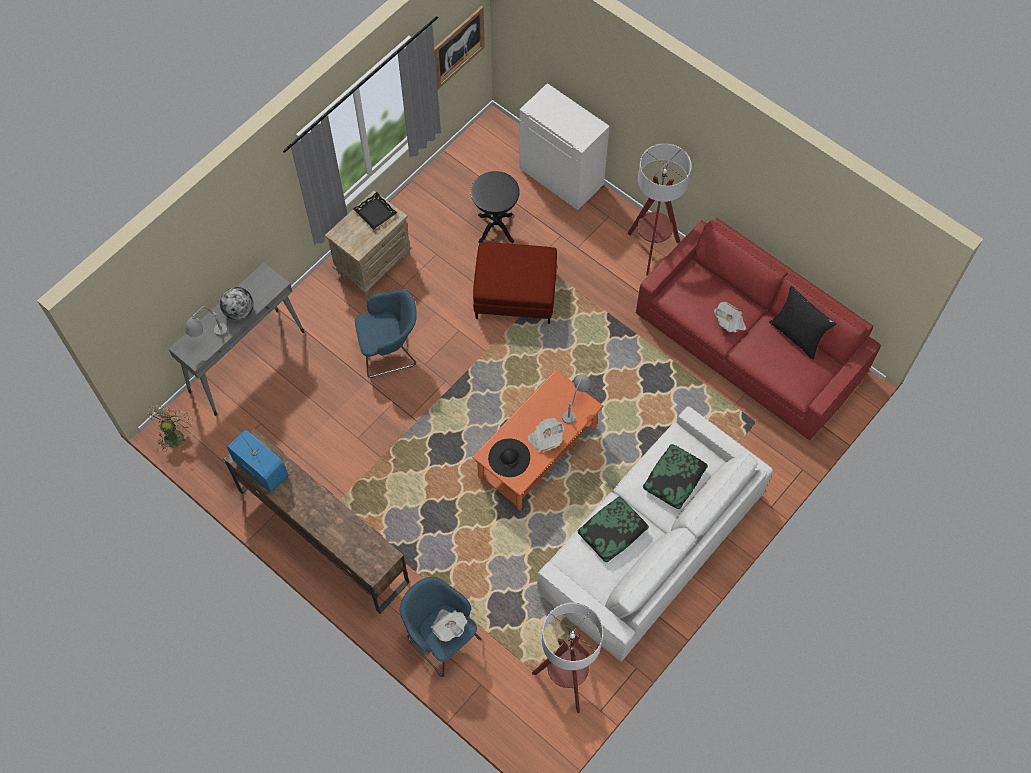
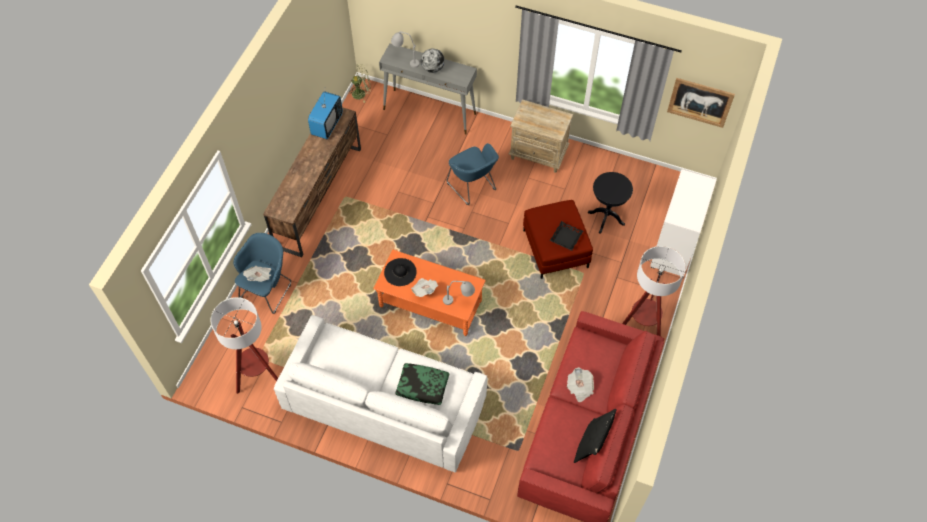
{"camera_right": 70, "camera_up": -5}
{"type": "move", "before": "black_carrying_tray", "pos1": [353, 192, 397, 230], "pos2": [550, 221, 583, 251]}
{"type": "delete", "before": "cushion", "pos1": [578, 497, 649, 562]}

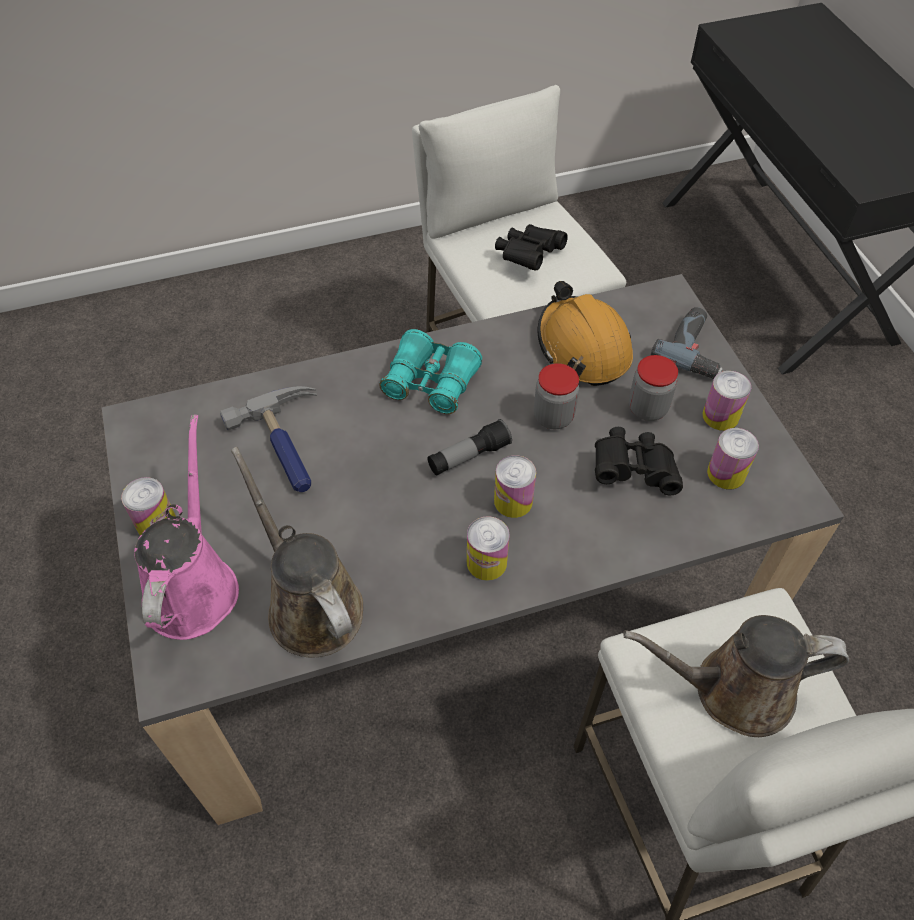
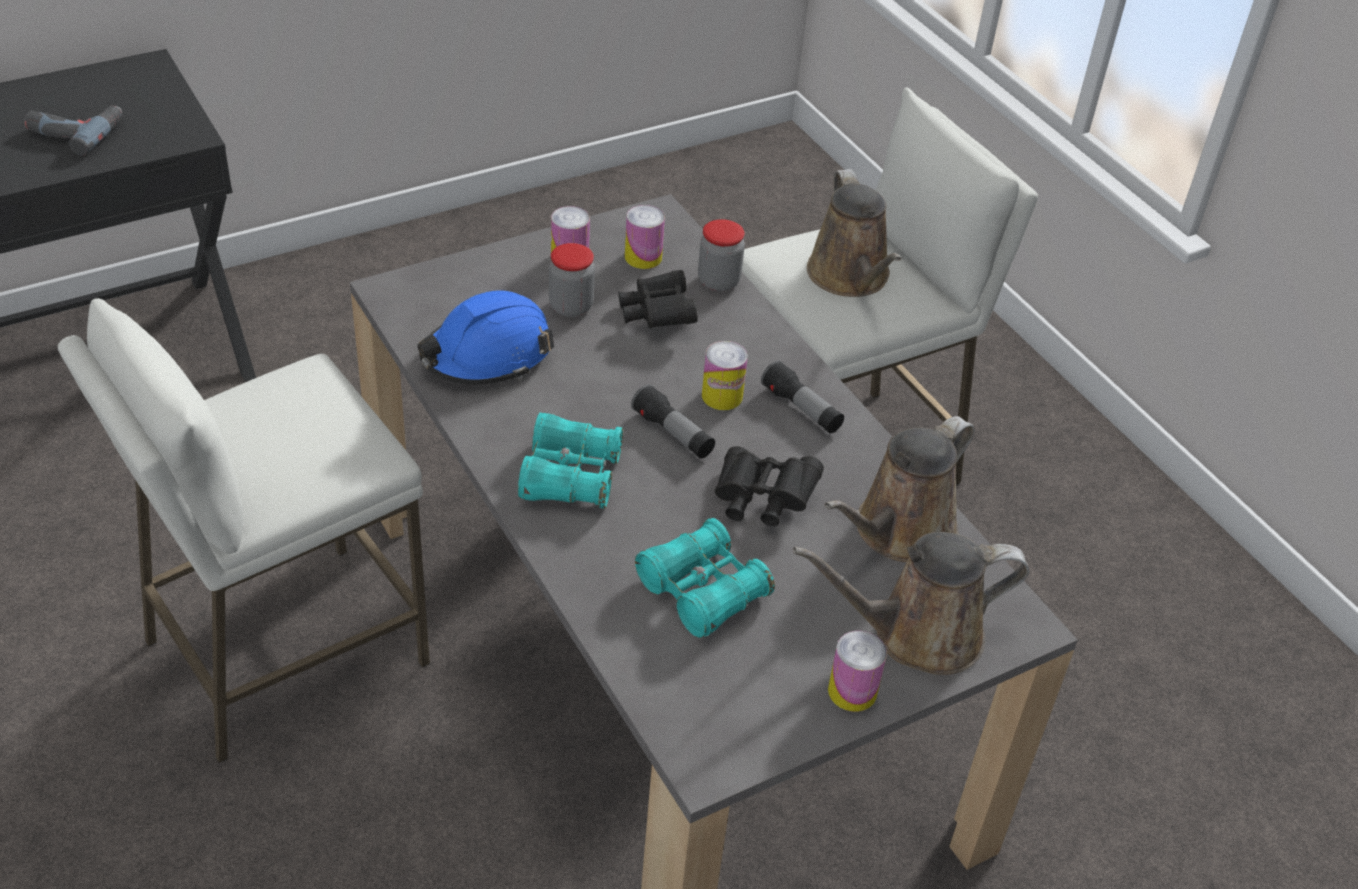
{"camera_right": -105, "camera_up": -10}
{"type": "move", "before": "black_binoculars", "pos1": [495, 224, 568, 271], "pos2": [715, 446, 824, 527]}
{"type": "recolor", "before": "orange-coloured_hard_hat", "after": "blue_hard_hat", "pos1": [538, 281, 633, 386], "pos2": [417, 290, 554, 385]}
{"type": "move", "before": "drill", "pos1": [650, 307, 723, 378], "pos2": [24, 106, 123, 156]}
{"type": "move", "before": "preserve_jar", "pos1": [534, 363, 579, 429], "pos2": [698, 219, 745, 292]}
{"type": "replace", "before": "hammer", "after": "turquoise-coloured_binoculars", "pos1": [220, 386, 317, 492], "pos2": [635, 518, 775, 638]}
{"type": "recolor", "before": "pink_sprinkling_can", "after": "brown_sprinkling_can", "pos1": [134, 415, 239, 640], "pos2": [793, 532, 1029, 675]}
{"type": "replace", "before": "metal_can", "after": "flashlight", "pos1": [467, 516, 510, 581], "pos2": [761, 360, 844, 433]}

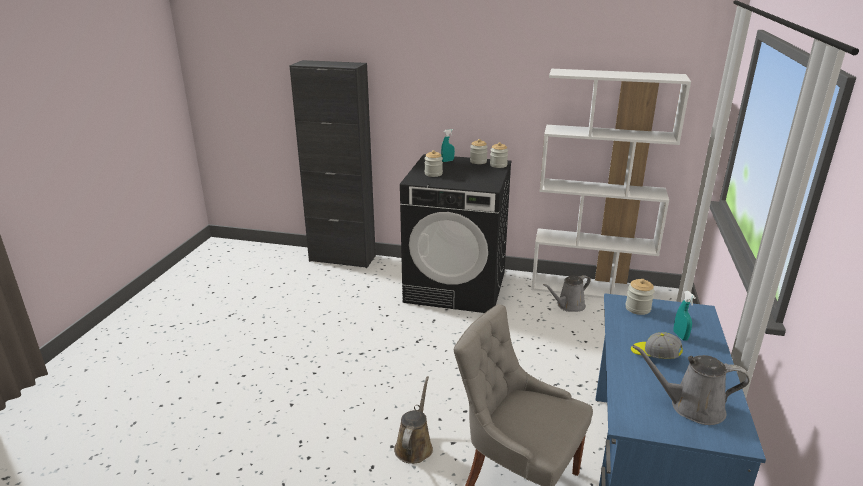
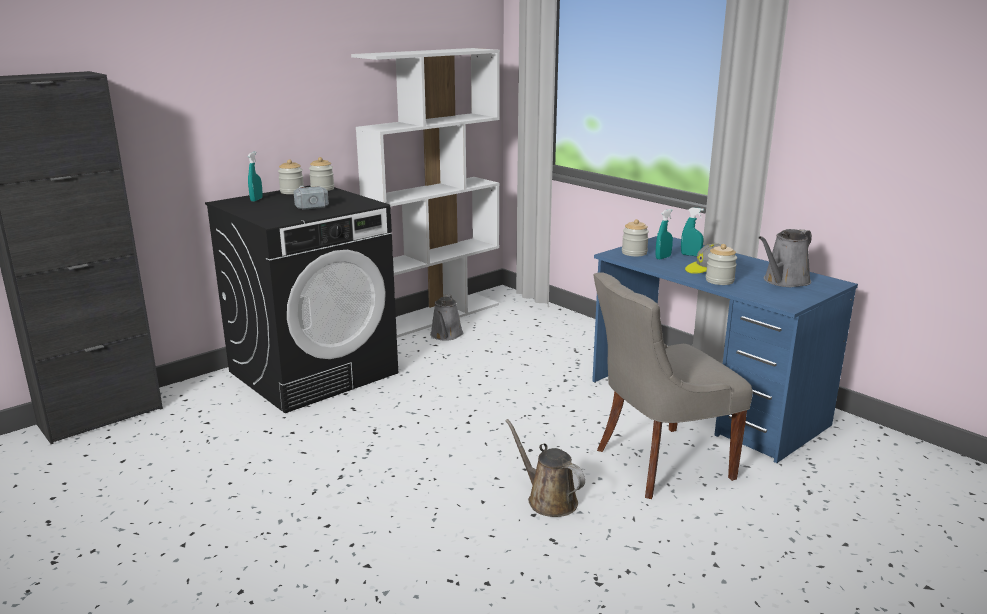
{"camera_right": -55, "camera_up": -5}
{"type": "move", "before": "preserve_jar", "pos1": [424, 150, 443, 177], "pos2": [706, 244, 737, 285]}
{"type": "insert", "after": "hammer", "pos2": [294, 186, 329, 210]}
{"type": "insert", "after": "turquoise-coloured_hand_sprayer", "pos2": [655, 209, 673, 260]}

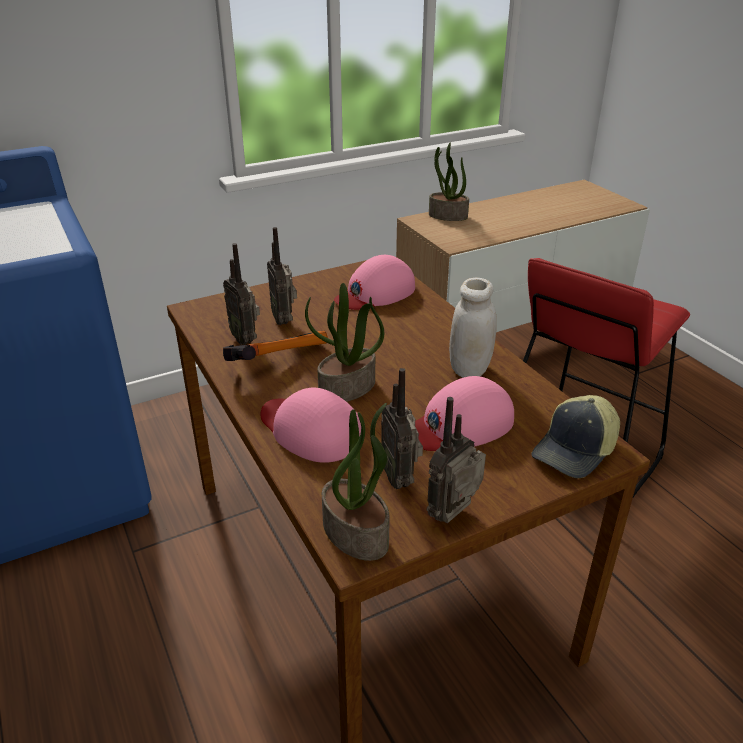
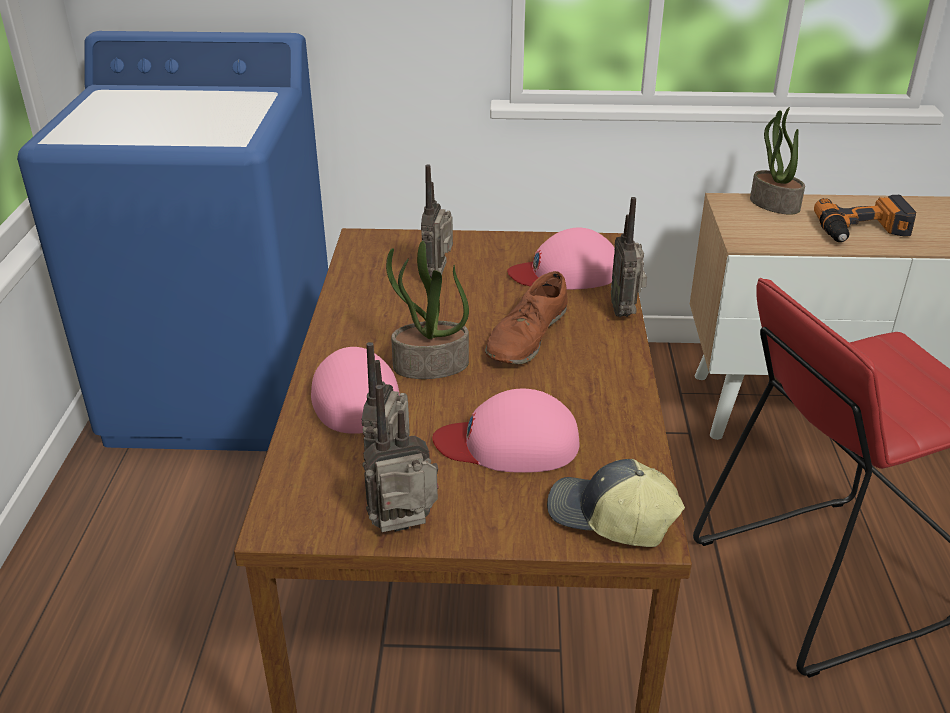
{"camera_right": 30, "camera_up": 0}
{"type": "move", "before": "radio_set", "pos1": [223, 243, 260, 345], "pos2": [611, 197, 647, 317]}
{"type": "delete", "before": "white-coloured_preserve_jar", "pos1": [449, 278, 497, 378]}
{"type": "delete", "before": "hammer", "pos1": [223, 331, 328, 361]}
{"type": "rotate", "before": "peaked_cap", "pos1": [531, 395, 620, 478], "pos2": [547, 459, 685, 547], "turn": 45}
{"type": "delete", "before": "potted_plant", "pos1": [322, 403, 390, 561]}
{"type": "insert", "after": "drill", "pos2": [814, 195, 916, 242]}
{"type": "insert", "after": "brown_shoe", "pos2": [485, 271, 568, 364]}

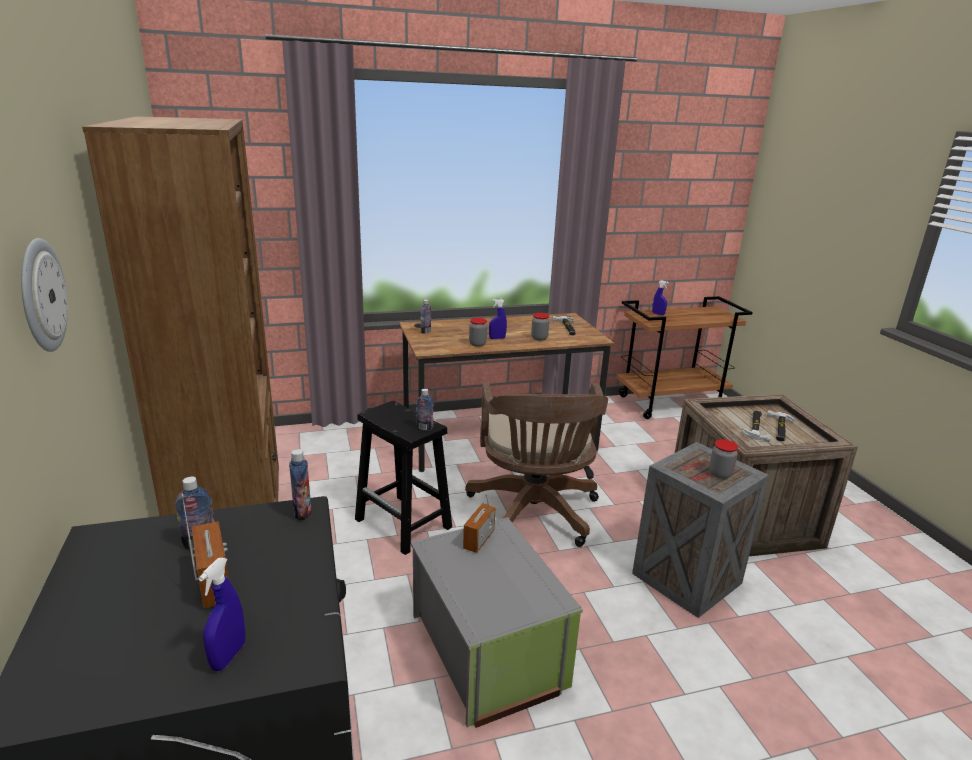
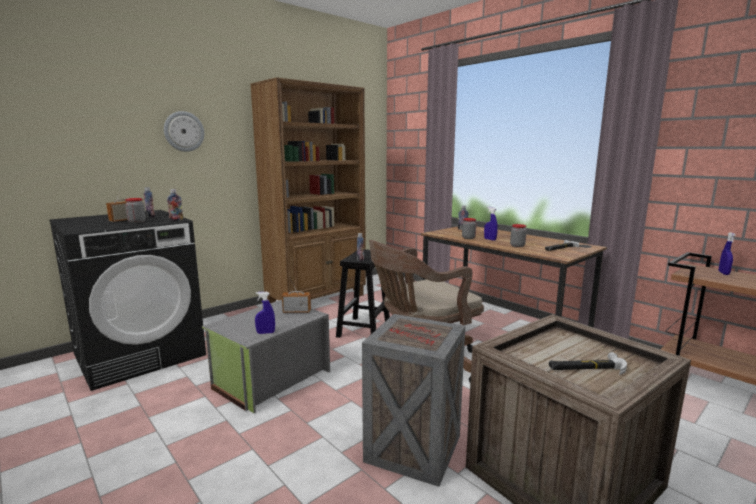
{"camera_right": 65, "camera_up": -10}
{"type": "delete", "before": "hammer", "pos1": [742, 411, 771, 442]}
{"type": "move", "before": "preserve_jar", "pos1": [709, 439, 738, 479], "pos2": [125, 198, 146, 223]}
{"type": "move", "before": "blue_hand_sprayer", "pos1": [199, 558, 245, 671], "pos2": [255, 292, 275, 334]}

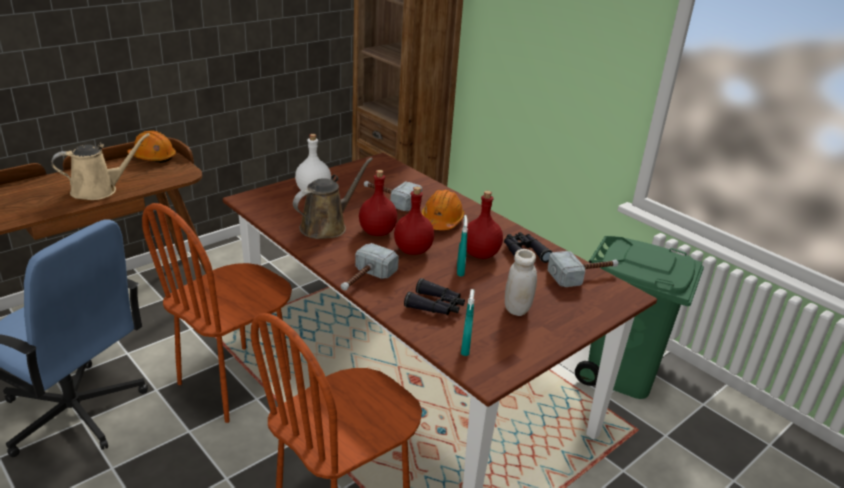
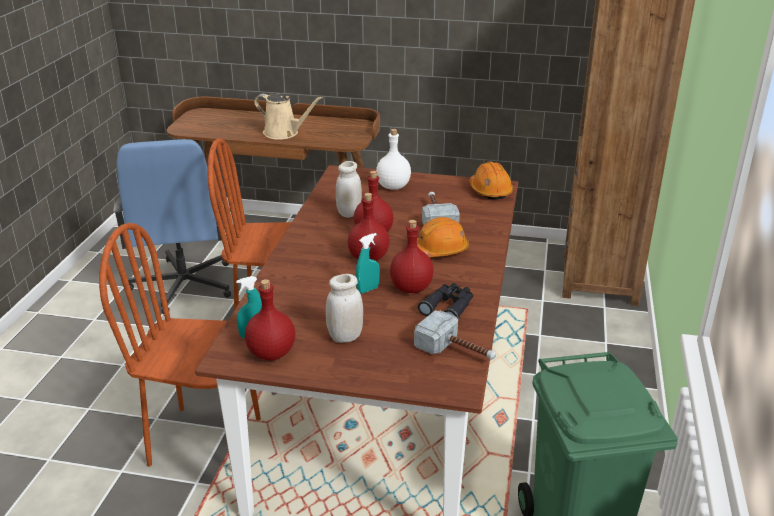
{"camera_right": 55, "camera_up": 0}
{"type": "move", "before": "orange-coloured_hard_hat", "pos1": [127, 130, 176, 163], "pos2": [470, 162, 513, 200]}
{"type": "replace", "before": "brown_sprinkling_can", "after": "white-coloured_preserve_jar", "pos1": [293, 157, 373, 239], "pos2": [336, 161, 362, 218]}
{"type": "delete", "before": "hammer", "pos1": [341, 243, 399, 291]}
{"type": "delete", "before": "black_binoculars", "pos1": [404, 278, 465, 315]}
{"type": "insert", "after": "red-coloured_bottle", "pos2": [245, 279, 295, 360]}

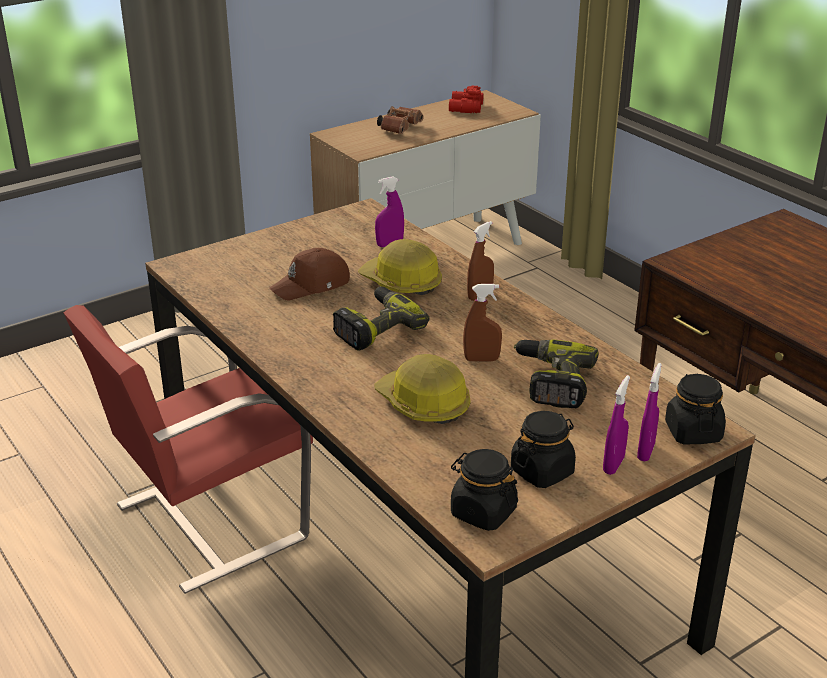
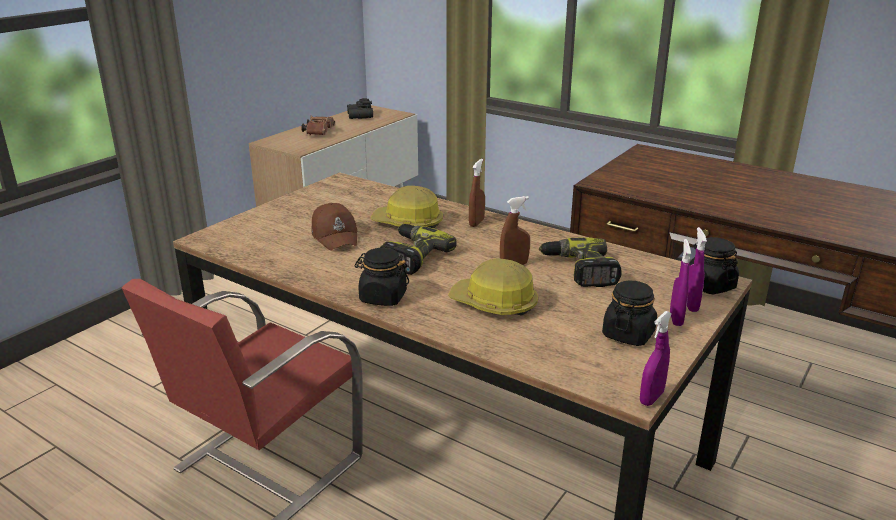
{"camera_right": -20, "camera_up": -5}
{"type": "recolor", "before": "red-coloured_binoculars", "after": "black_binoculars", "pos1": [449, 86, 483, 113], "pos2": [347, 98, 373, 119]}
{"type": "move", "before": "purplish_hand_sprayer", "pos1": [375, 176, 404, 247], "pos2": [640, 311, 672, 406]}
{"type": "rotate", "before": "brown_peaked_cap", "pos1": [269, 248, 350, 301], "pos2": [311, 203, 358, 250], "turn": -60}
{"type": "move", "before": "black_preserve_jar", "pos1": [451, 449, 518, 531], "pos2": [354, 248, 409, 306]}

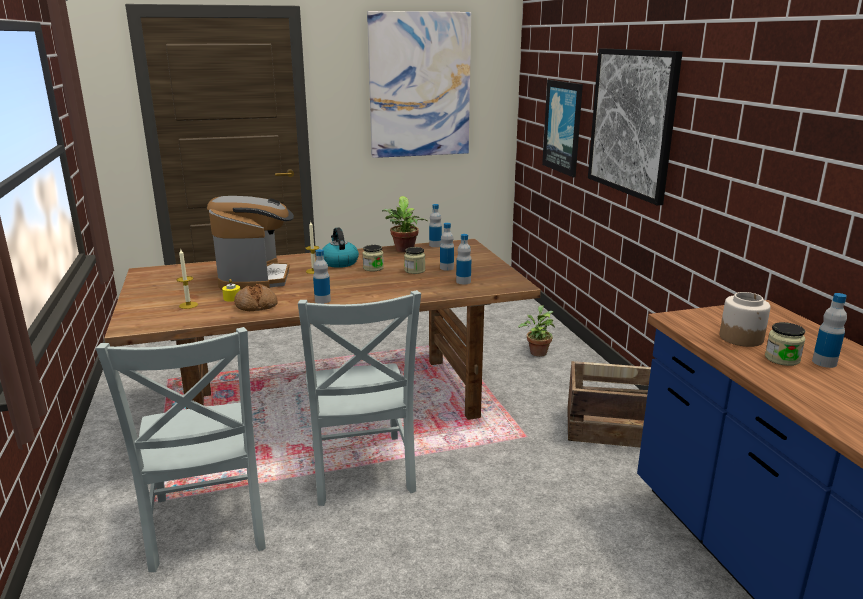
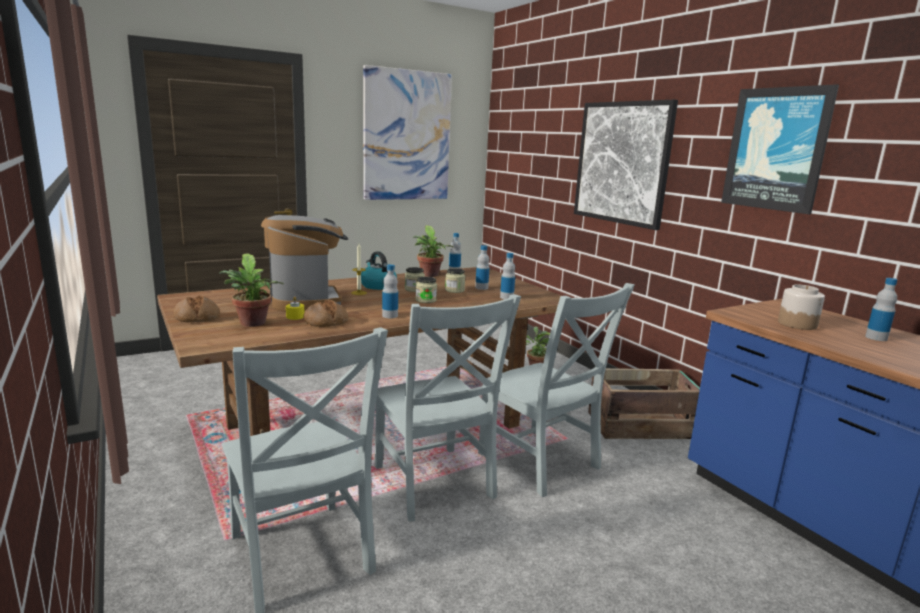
{"camera_right": -15, "camera_up": -5}
{"type": "move", "before": "picture", "pos1": [542, 80, 583, 177], "pos2": [721, 84, 839, 214]}
{"type": "replace", "before": "wax_light", "after": "potted_plant", "pos1": [177, 249, 198, 309], "pos2": [219, 253, 284, 327]}
{"type": "move", "before": "preserve_jar", "pos1": [765, 322, 805, 366], "pos2": [415, 277, 437, 303]}
{"type": "insert", "after": "grey_plain_chair", "pos2": [478, 283, 635, 497]}
{"type": "insert", "after": "bakery_bread", "pos2": [173, 295, 220, 323]}

